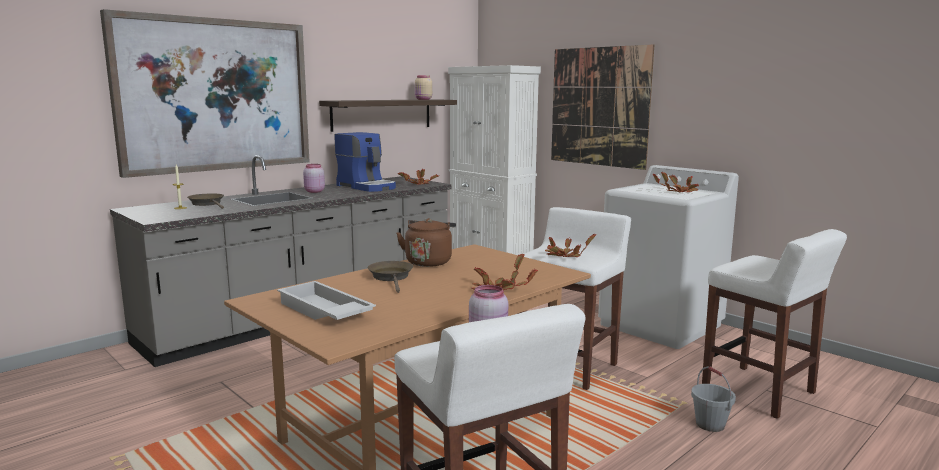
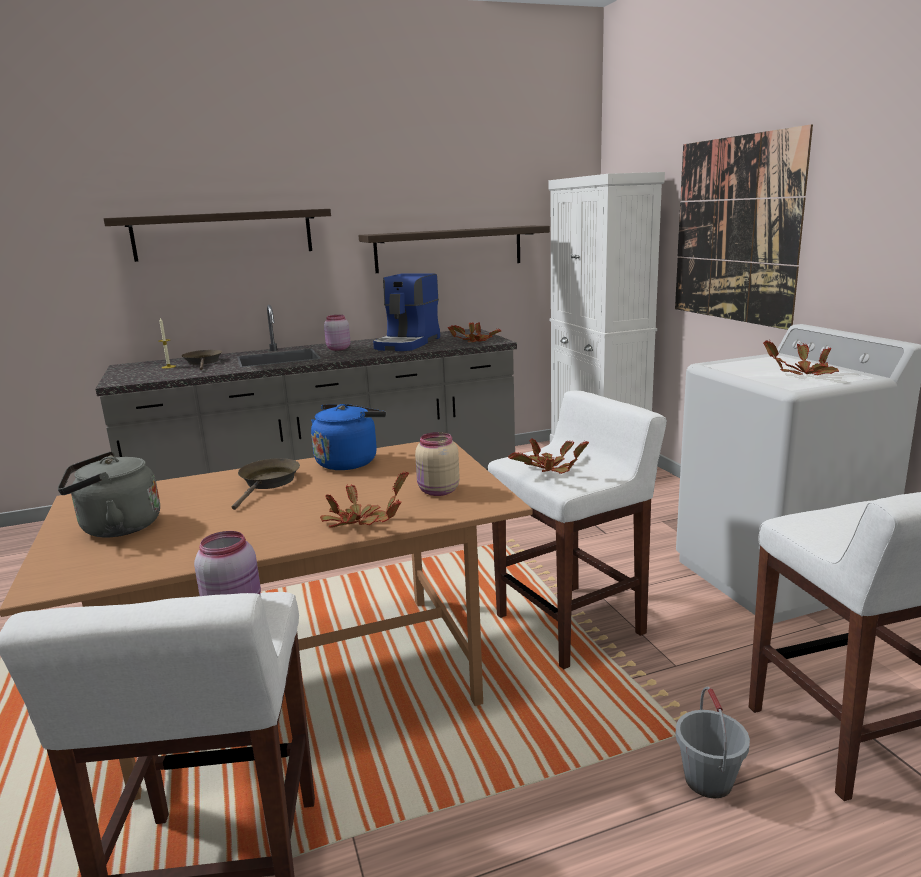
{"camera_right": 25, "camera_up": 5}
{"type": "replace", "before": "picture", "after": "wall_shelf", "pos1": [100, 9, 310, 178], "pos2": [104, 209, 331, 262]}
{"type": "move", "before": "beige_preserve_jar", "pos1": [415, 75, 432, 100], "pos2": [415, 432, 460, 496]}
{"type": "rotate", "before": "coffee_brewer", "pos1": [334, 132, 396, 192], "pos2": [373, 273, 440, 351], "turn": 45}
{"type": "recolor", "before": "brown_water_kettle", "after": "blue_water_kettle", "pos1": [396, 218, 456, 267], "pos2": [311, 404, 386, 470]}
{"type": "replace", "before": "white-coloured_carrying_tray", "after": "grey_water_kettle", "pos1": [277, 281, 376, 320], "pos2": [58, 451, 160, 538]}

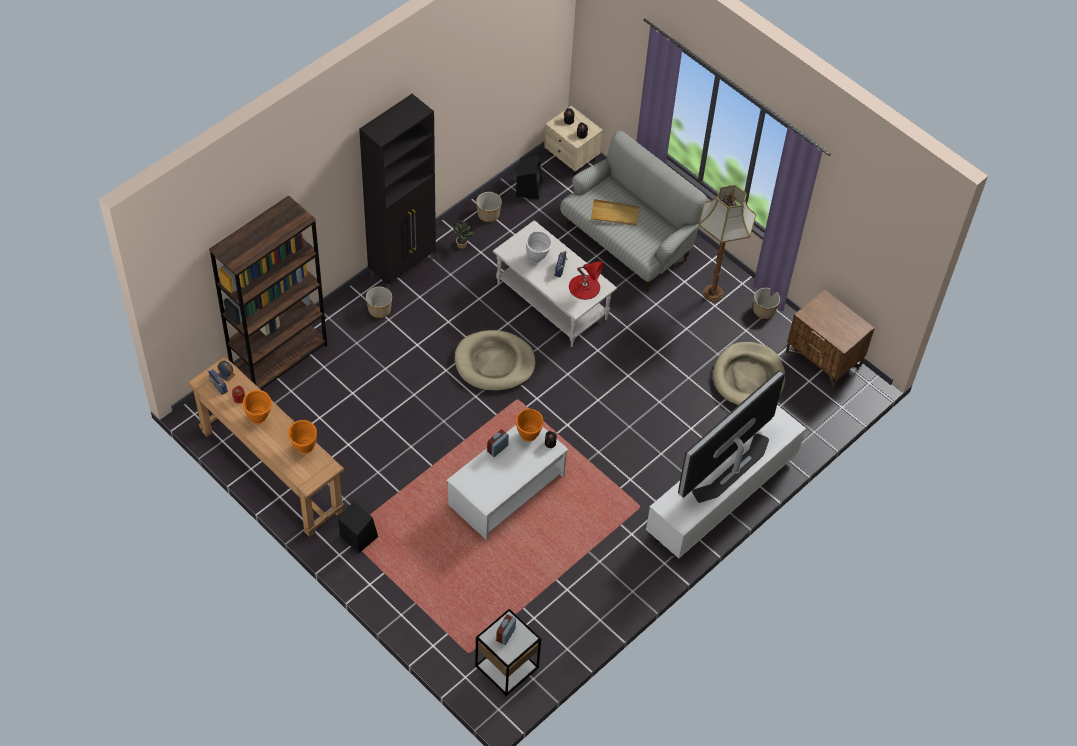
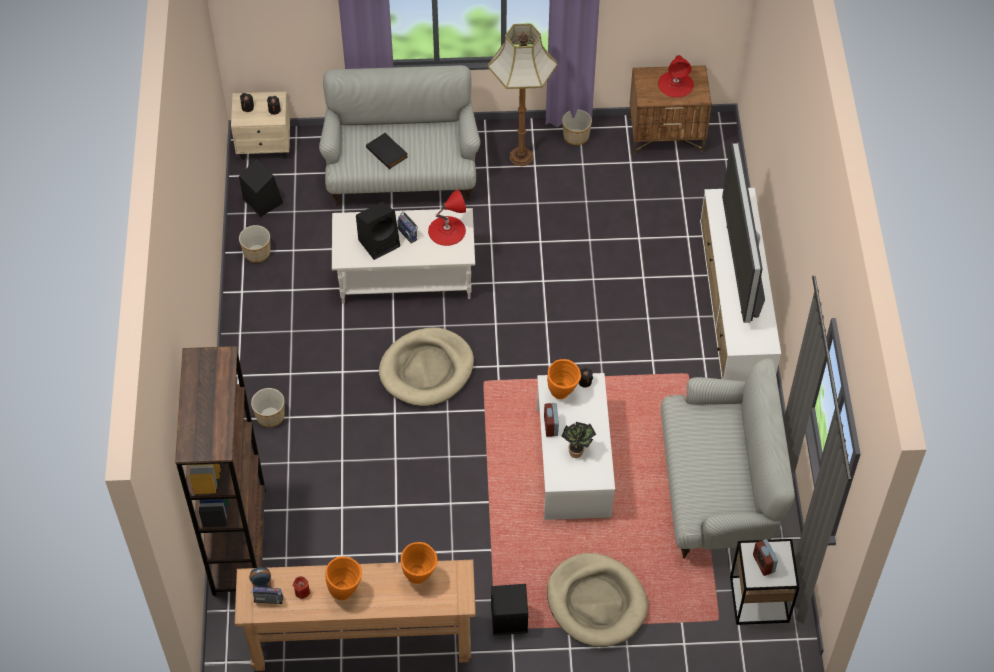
{"camera_right": -45, "camera_up": 0}
{"type": "delete", "before": "black_storage_cabinet", "pos1": [359, 94, 436, 290]}
{"type": "replace", "before": "beige_carrying_tray", "after": "black_volume", "pos1": [591, 199, 639, 226], "pos2": [366, 133, 408, 169]}
{"type": "move", "before": "potted_plant", "pos1": [453, 220, 475, 249], "pos2": [562, 422, 596, 458]}
{"type": "replace", "before": "white-coloured_vase", "after": "black_audio_speaker", "pos1": [526, 231, 552, 263], "pos2": [356, 202, 400, 260]}
{"type": "move", "before": "beige_dog_cushion", "pos1": [713, 342, 785, 405], "pos2": [547, 553, 648, 647]}
{"type": "insert", "after": "red-coloured_table_lamp", "pos2": [658, 55, 694, 98]}
{"type": "insert", "after": "sofa", "pos2": [661, 358, 795, 559]}

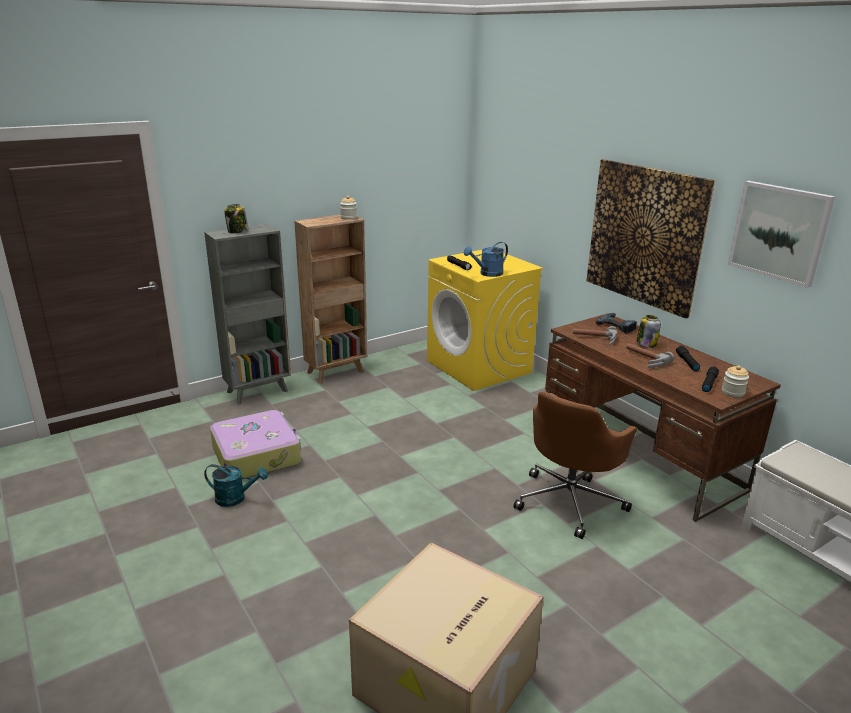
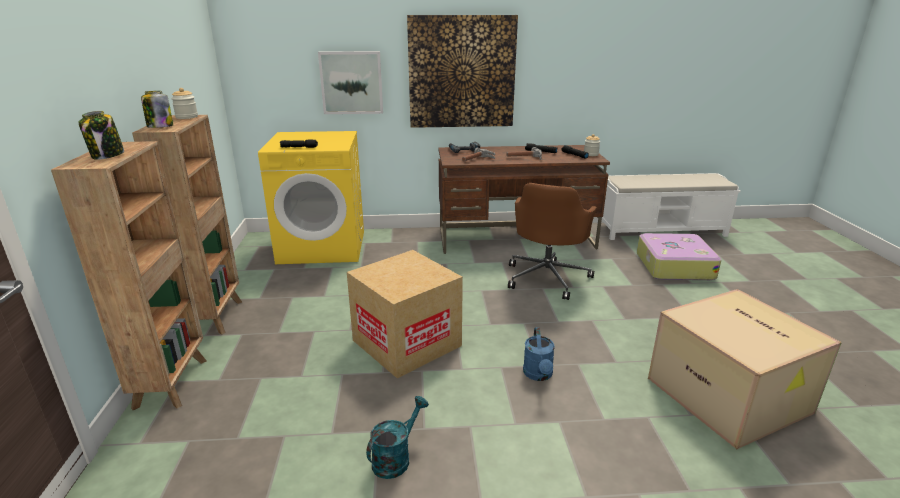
{"camera_right": -60, "camera_up": 0}
{"type": "move", "before": "picture", "pos1": [728, 181, 835, 288], "pos2": [318, 51, 383, 114]}
{"type": "recolor", "before": "grey_bookcase", "after": "brown_bookcase", "pos1": [204, 224, 291, 405], "pos2": [51, 141, 207, 411]}
{"type": "move", "before": "blue_sprinkling_can", "pos1": [464, 242, 508, 277], "pos2": [523, 327, 555, 381]}
{"type": "move", "before": "preserve_jar", "pos1": [636, 315, 661, 348], "pos2": [141, 91, 173, 128]}
{"type": "rotate", "before": "brown_desk_chair", "pos1": [514, 392, 637, 539], "pos2": [508, 183, 597, 300], "turn": 45}
{"type": "move", "before": "suitcase", "pos1": [210, 410, 301, 479], "pos2": [637, 233, 721, 280]}
{"type": "insert", "after": "cardboard_box", "pos2": [347, 250, 463, 378]}

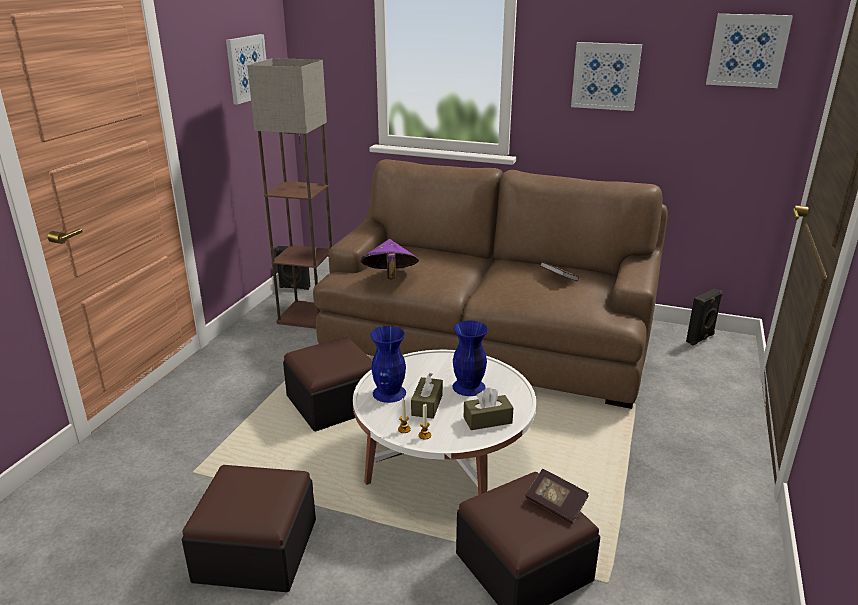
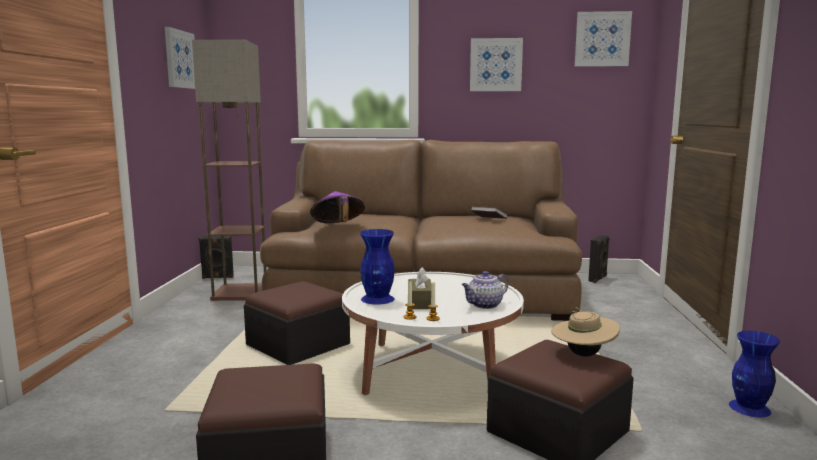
{"camera_right": -15, "camera_up": -15}
{"type": "move", "before": "blue_vase", "pos1": [453, 321, 488, 396], "pos2": [729, 331, 780, 418]}
{"type": "replace", "before": "brown_tissue_holder", "after": "teapot", "pos1": [464, 387, 513, 430], "pos2": [462, 271, 508, 309]}
{"type": "replace", "before": "volume", "after": "beige_clothing_hat", "pos1": [525, 469, 589, 524], "pos2": [551, 307, 620, 357]}

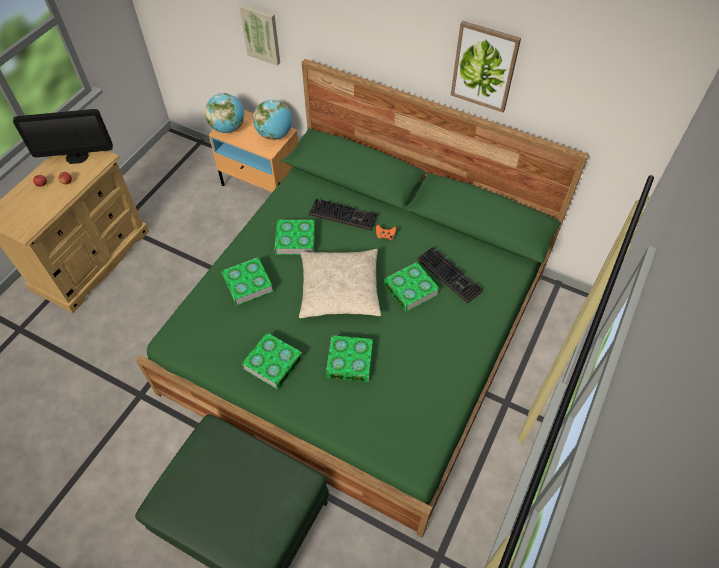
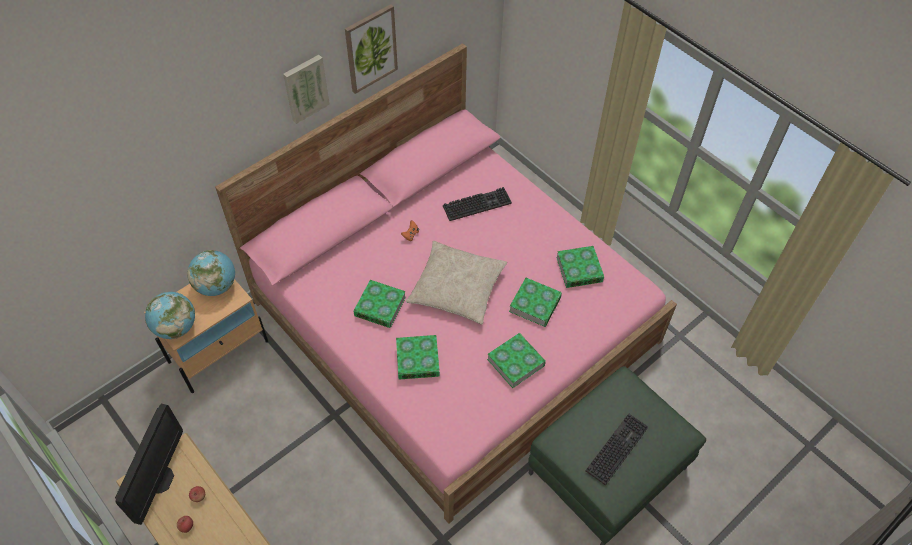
{"camera_right": -70, "camera_up": 0}
{"type": "move", "before": "picture", "pos1": [239, 4, 280, 66], "pos2": [283, 55, 330, 124]}
{"type": "recolor", "before": "greenish_bedroom_bed", "after": "pink_bedroom_bed", "pos1": [136, 59, 589, 538], "pos2": [215, 43, 677, 524]}
{"type": "move", "before": "PC_keyboard", "pos1": [309, 198, 378, 231], "pos2": [585, 414, 648, 486]}
{"type": "move", "before": "volume", "pos1": [384, 262, 440, 312], "pos2": [556, 246, 604, 288]}

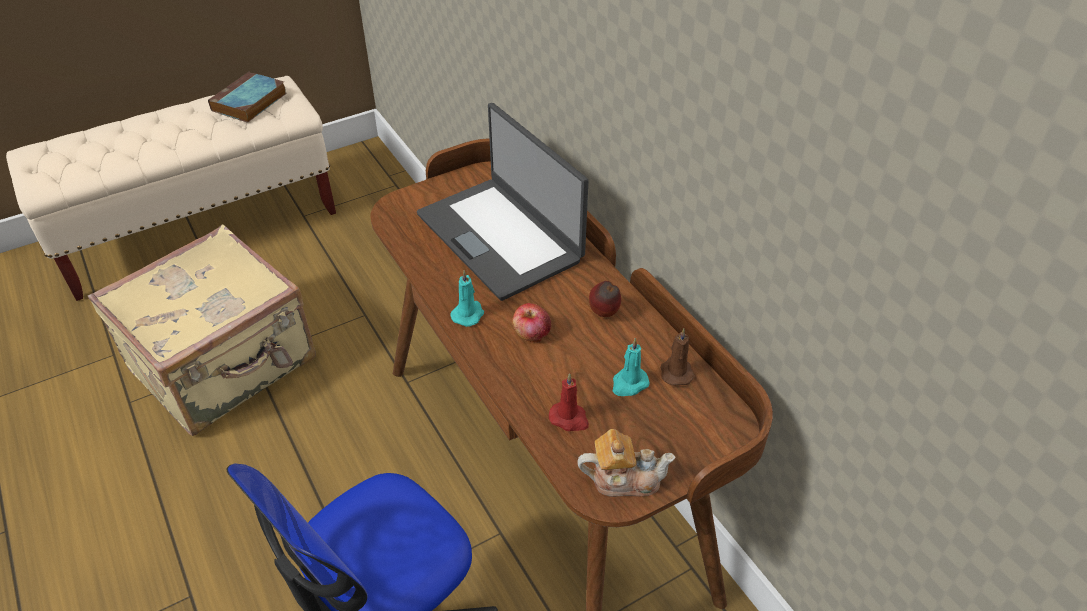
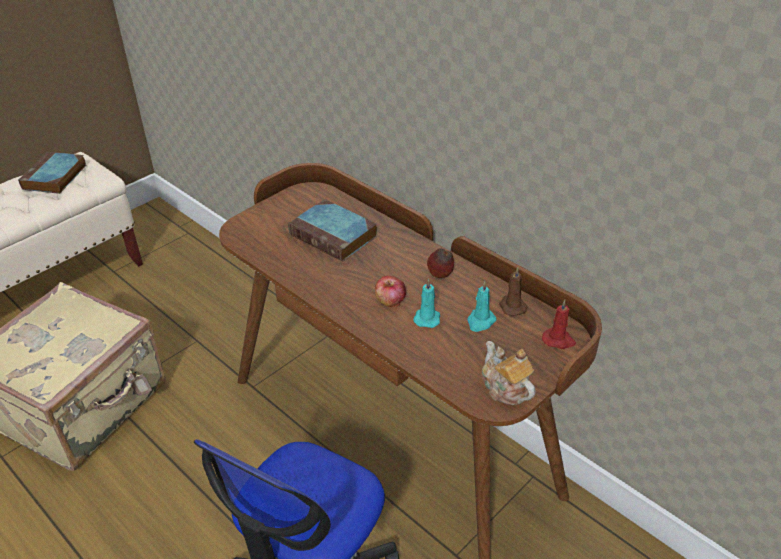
{"camera_right": -15, "camera_up": -5}
{"type": "replace", "before": "portable_computer", "after": "volume", "pos1": [417, 103, 588, 301], "pos2": [288, 199, 377, 262]}
{"type": "move", "before": "turquoise-coloured_wax_light", "pos1": [450, 270, 484, 327], "pos2": [413, 279, 440, 328]}
{"type": "move", "before": "red-coloured_wax_light", "pos1": [549, 373, 589, 431], "pos2": [542, 300, 576, 349]}
{"type": "rotate", "before": "teapot", "pos1": [577, 429, 676, 497], "pos2": [482, 341, 535, 405], "turn": -105}

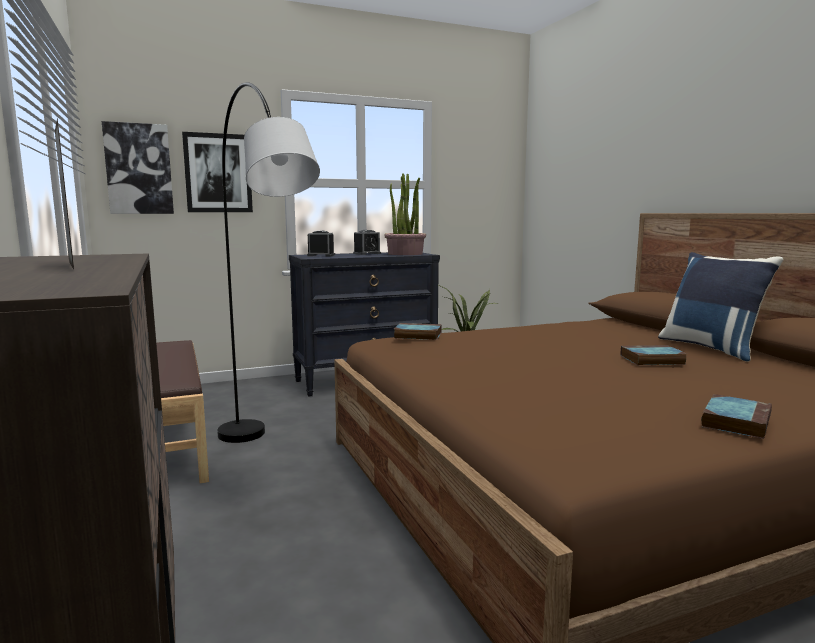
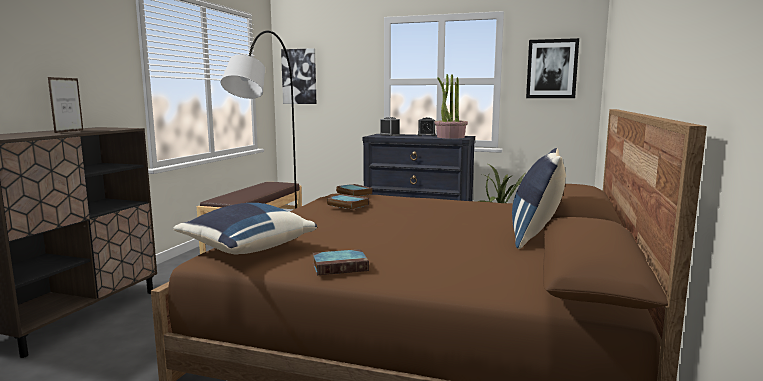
{"camera_right": 40, "camera_up": 0}
{"type": "move", "before": "picture", "pos1": [182, 132, 253, 212], "pos2": [526, 38, 579, 98]}
{"type": "move", "before": "volume", "pos1": [621, 345, 687, 365], "pos2": [327, 194, 369, 210]}
{"type": "insert", "after": "blue_cushion", "pos2": [173, 203, 317, 255]}

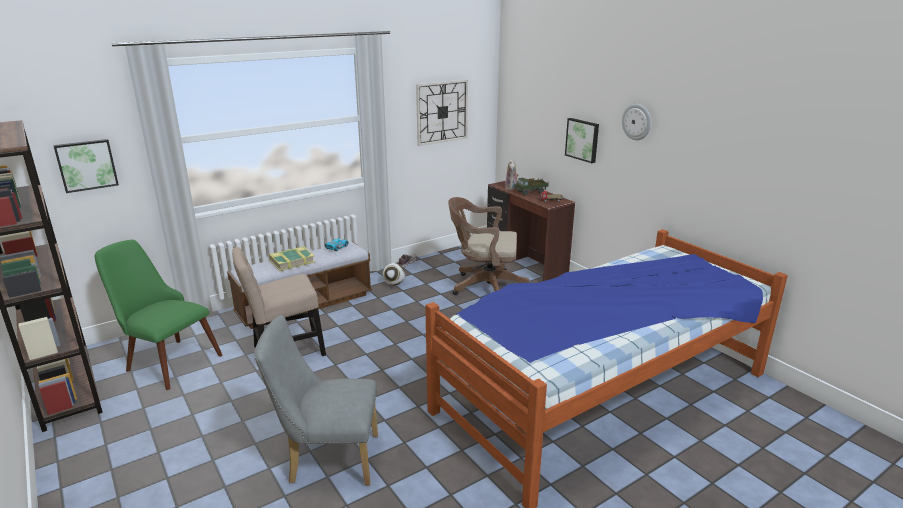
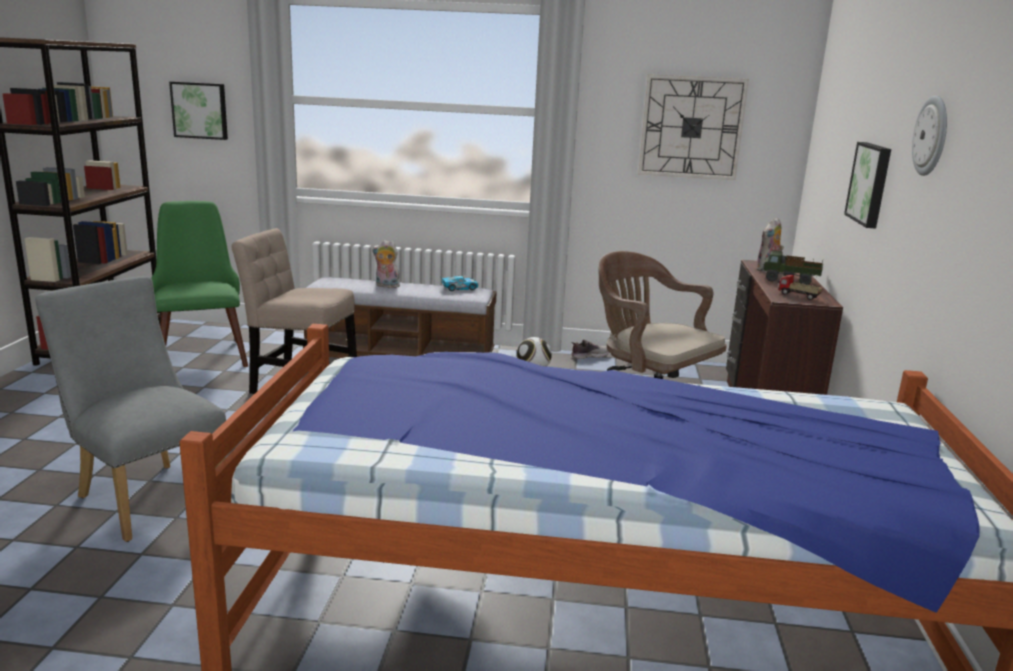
{"camera_right": 40, "camera_up": -5}
{"type": "replace", "before": "volume", "after": "cuddly_toy", "pos1": [269, 246, 315, 271], "pos2": [372, 240, 400, 288]}

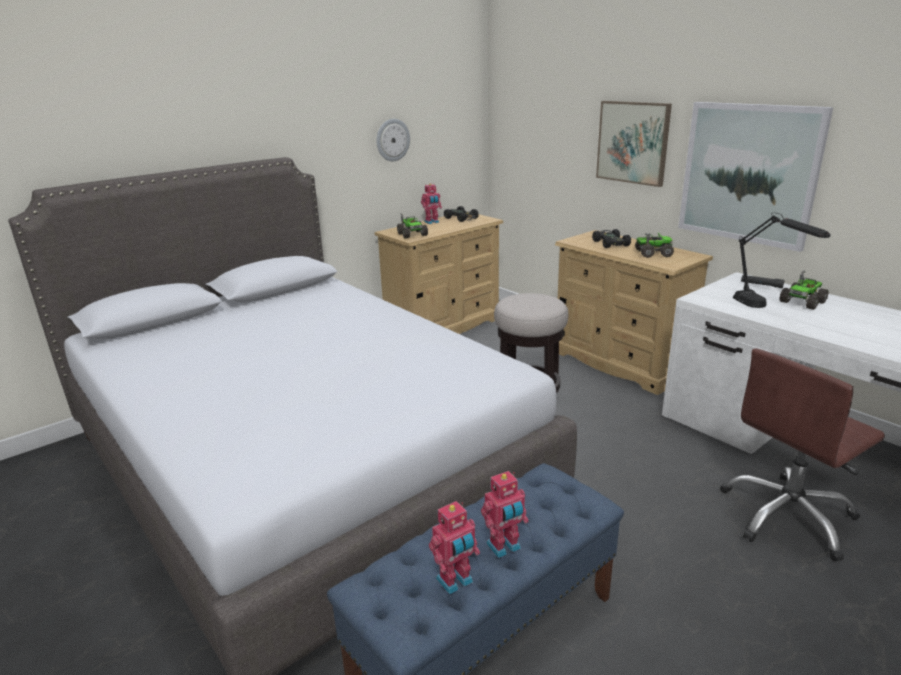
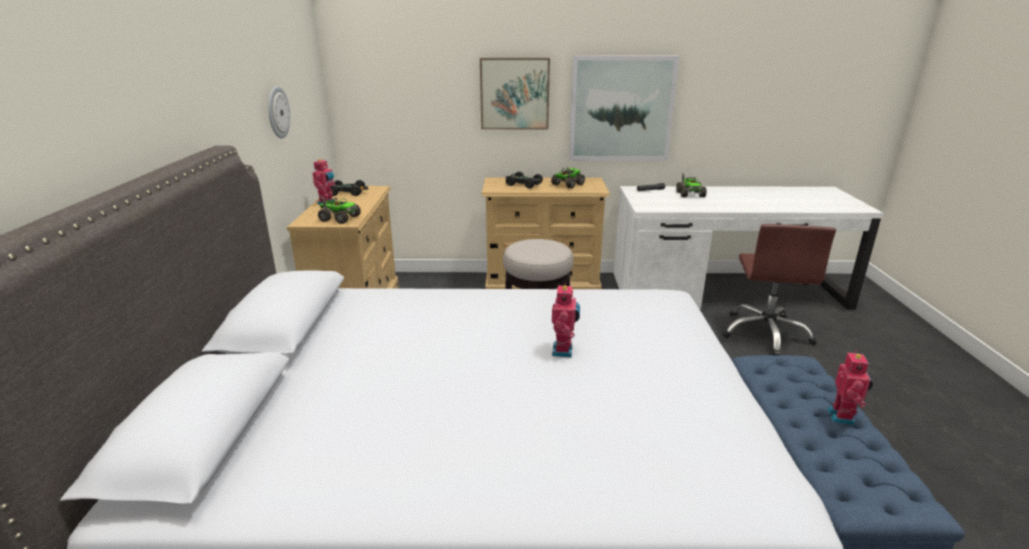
{"camera_right": -50, "camera_up": 0}
{"type": "delete", "before": "black_table_lamp", "pos1": [733, 213, 831, 308]}
{"type": "move", "before": "model_robot", "pos1": [429, 501, 480, 595], "pos2": [552, 283, 580, 357]}

